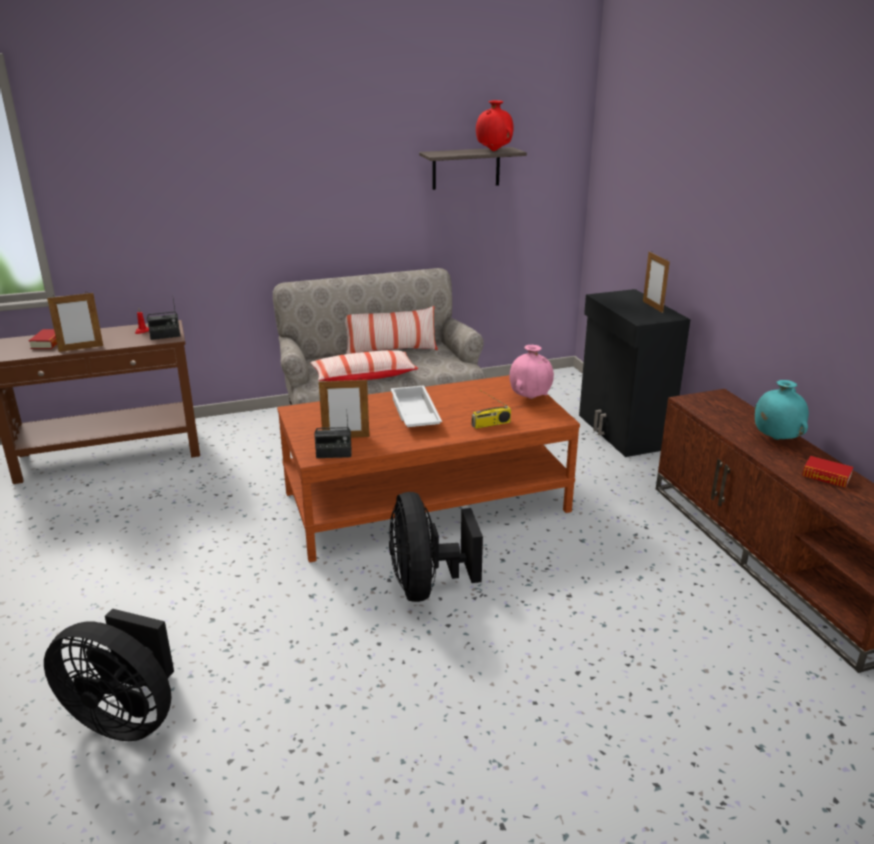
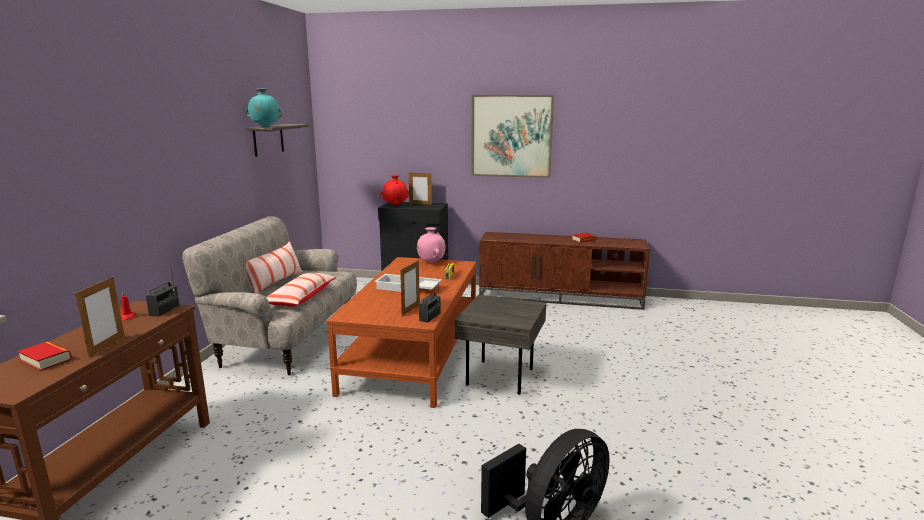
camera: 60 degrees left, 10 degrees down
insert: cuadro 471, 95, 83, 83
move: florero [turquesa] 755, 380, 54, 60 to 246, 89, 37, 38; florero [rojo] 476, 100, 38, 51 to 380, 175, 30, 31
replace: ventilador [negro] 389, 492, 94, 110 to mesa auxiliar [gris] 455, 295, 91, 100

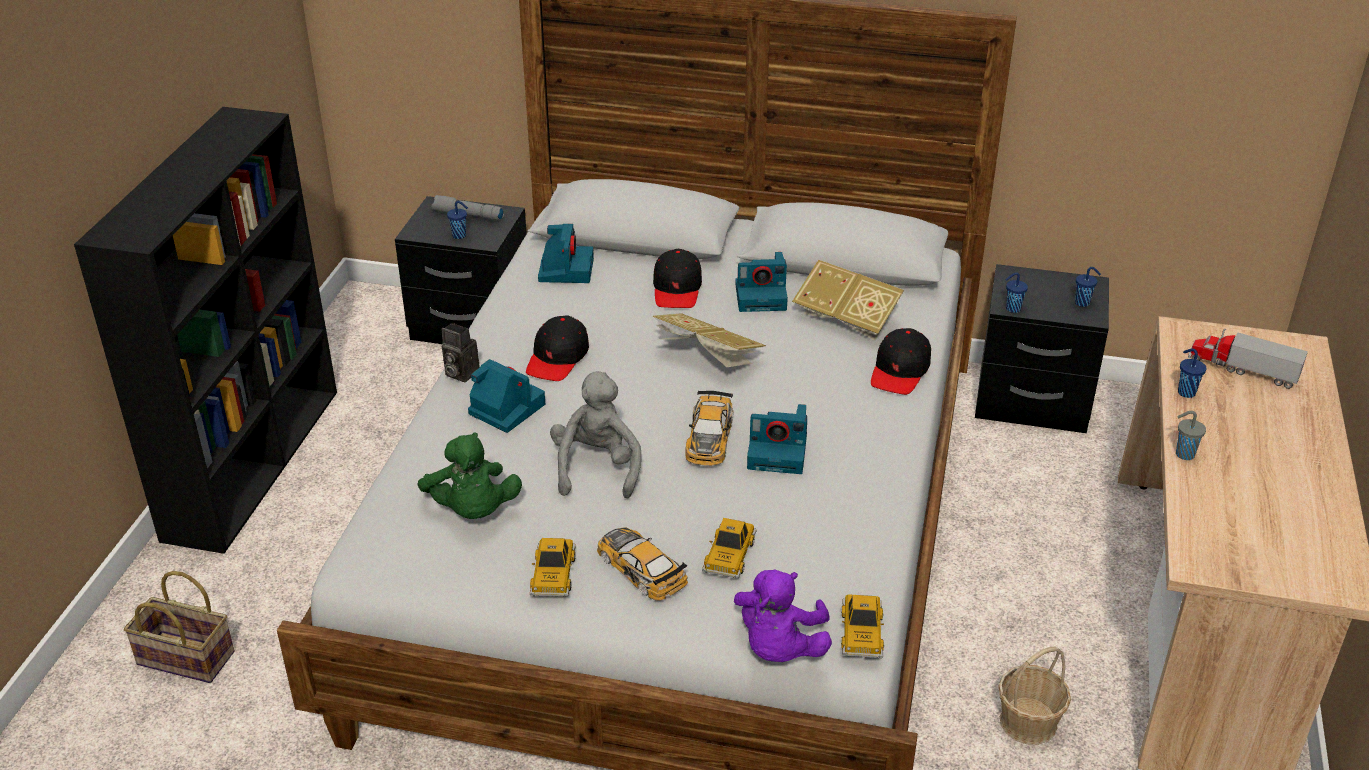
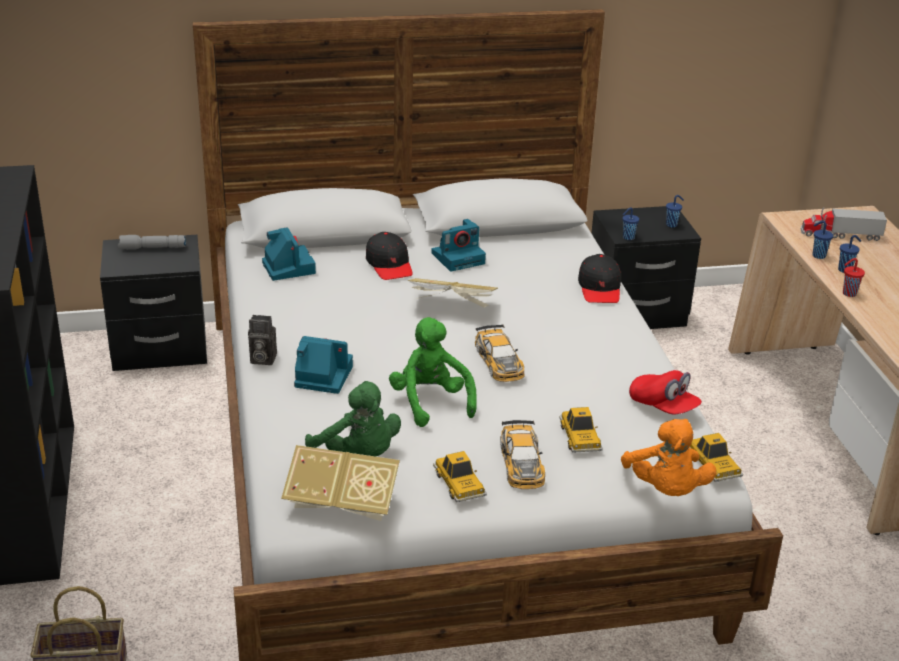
camera: 25 degrees left, 5 degrees down
delete: gorra [negro] 526, 316, 63, 65; cámara 747, 404, 60, 70; cesta 998, 647, 73, 98
insert: gorra [rojo] 629, 370, 73, 44
move: libro 792, 260, 112, 81 to 281, 445, 119, 76; taza [azul] 447, 201, 21, 38 to 838, 235, 23, 38
recolor: peluche [gris] 550, 371, 91, 127 to peluche [verde] 389, 317, 88, 110; peluche [morado] 734, 569, 98, 93 to peluche [naranja] 621, 419, 95, 77; taza [gris] 1176, 411, 30, 49 to taza [rojo] 843, 258, 22, 39
rotate: coche de juguete 597, 527, 91, 74 = 500, 420, 45, 69 120 degrees counterclockwise

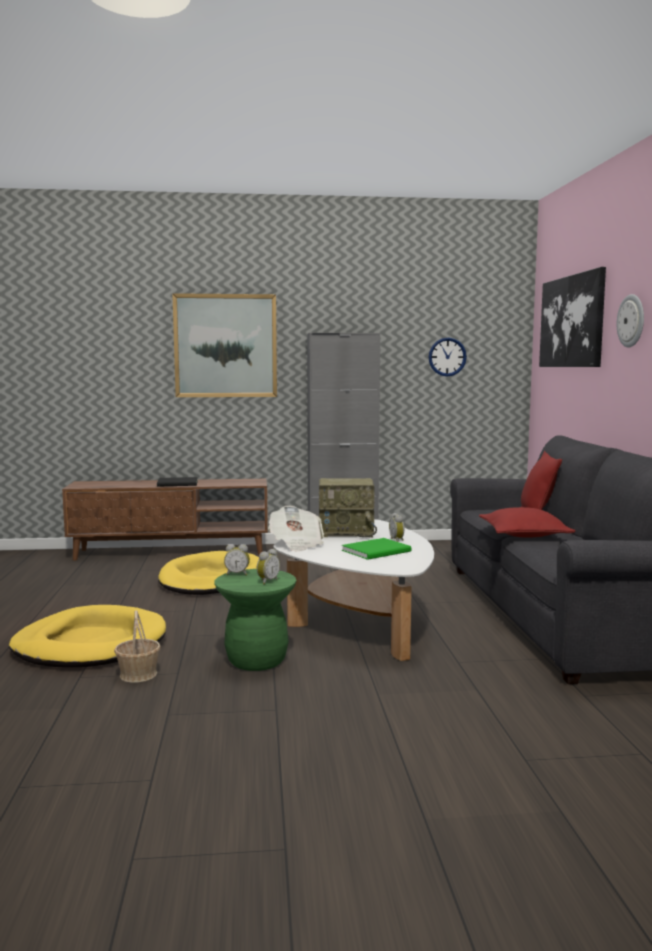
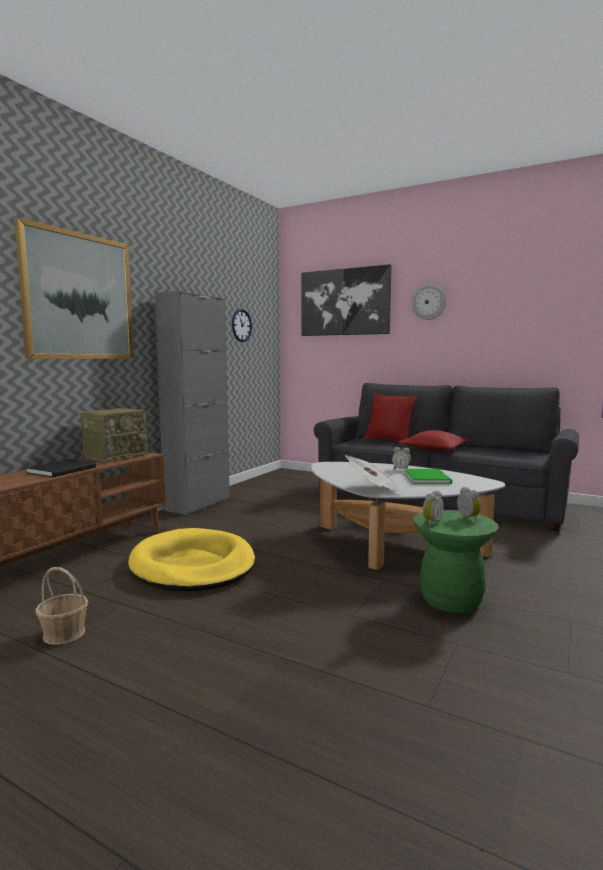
camera: 55 degrees left, 0 degrees up
delete: cama para perro [amarillo] 9, 605, 157, 63
move: cesta 114, 610, 47, 73 to 35, 567, 53, 78; radio 319, 478, 58, 59 to 81, 408, 70, 55

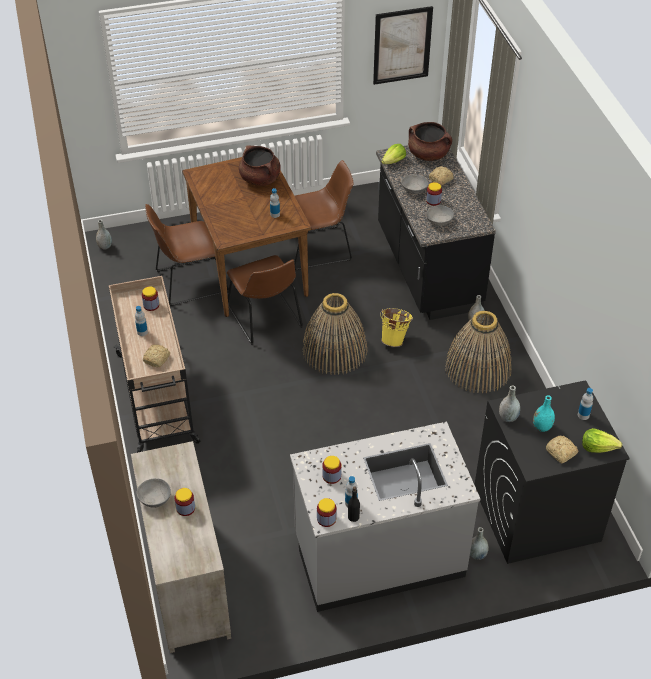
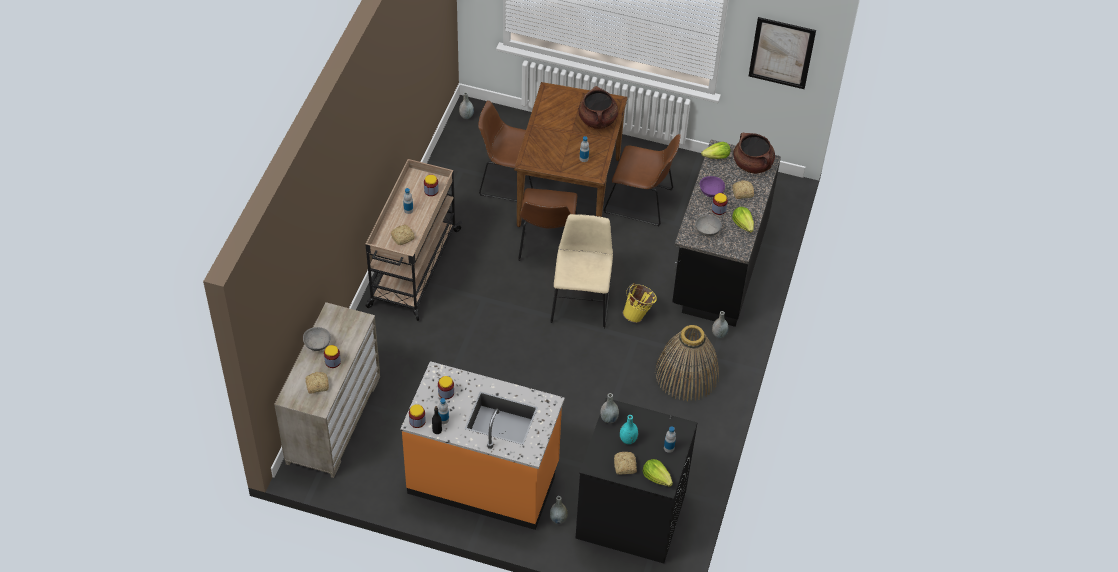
camera: 30 degrees right, 5 degrees up
insert: pan 305, 372, 24, 22; lechuga 732, 207, 22, 26
replace: cesta 303, 293, 64, 82 to silla [beis] 550, 214, 63, 114
recolor: mueble bajo de cocina [gris] 290, 421, 190, 191 to mueble bajo de cocina [naranja] 400, 361, 165, 169; cuenco [gris] 401, 174, 27, 20 to cuenco [morado] 700, 176, 25, 21

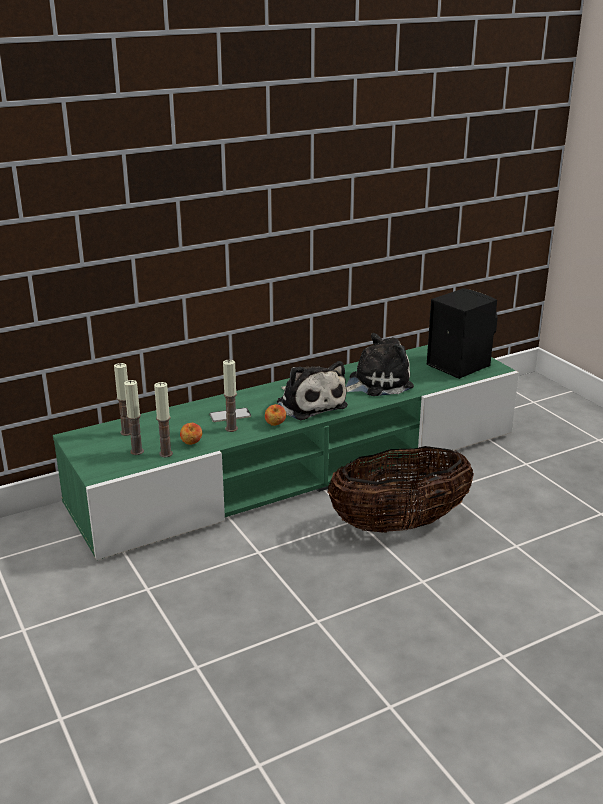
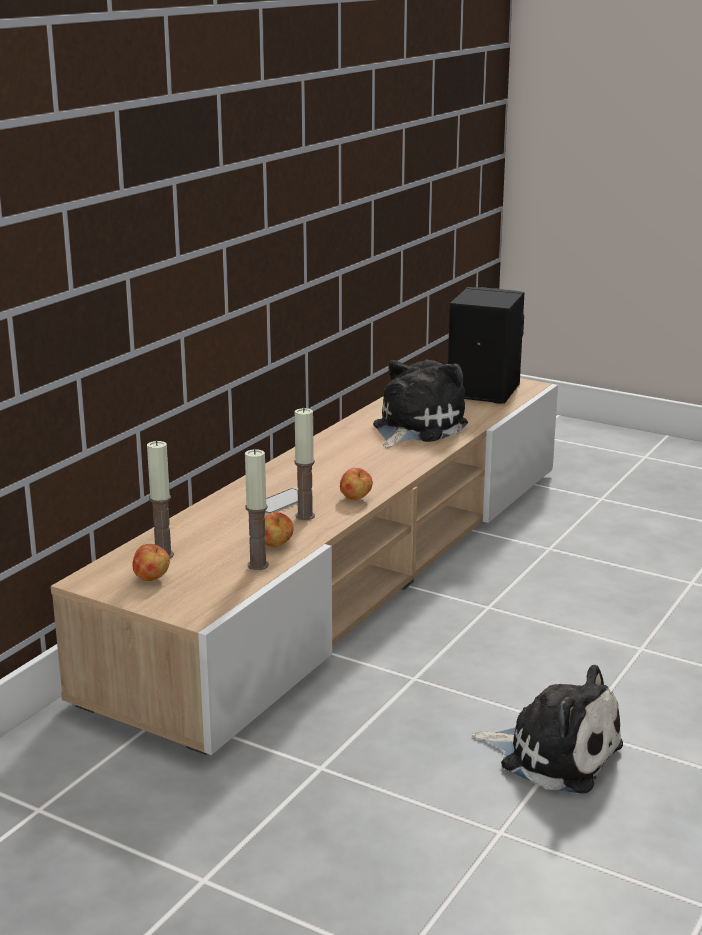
camera: 30 degrees left, 5 degrees down
delete: vela 124, 380, 20, 75; cesta 327, 446, 147, 87
insert: manzana 132, 544, 38, 37
move: peluche 277, 361, 71, 59 to 472, 665, 151, 128
recolor: mueble de televisión [verde] 53, 345, 466, 215 to mueble de televisión [beis] 51, 378, 507, 377

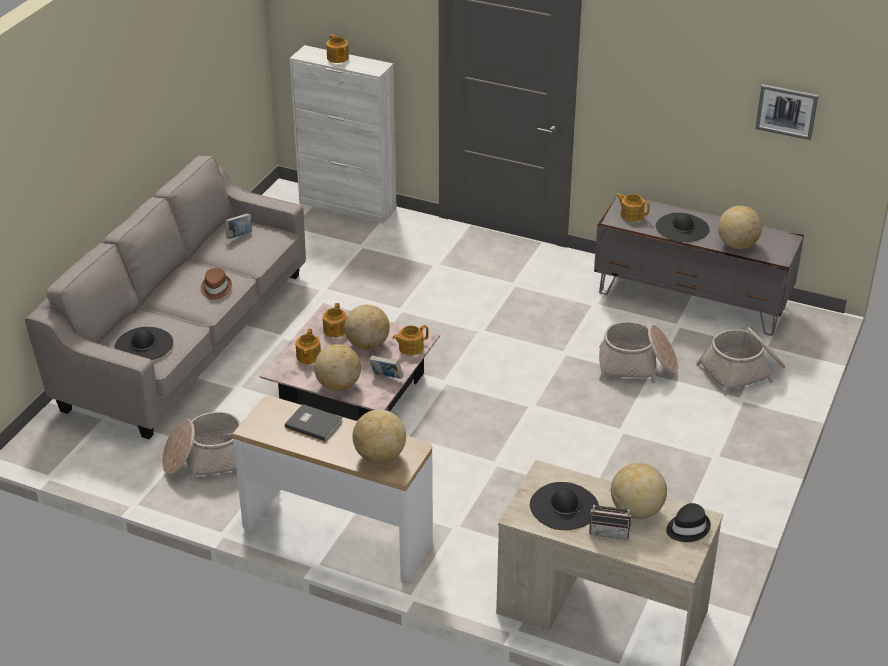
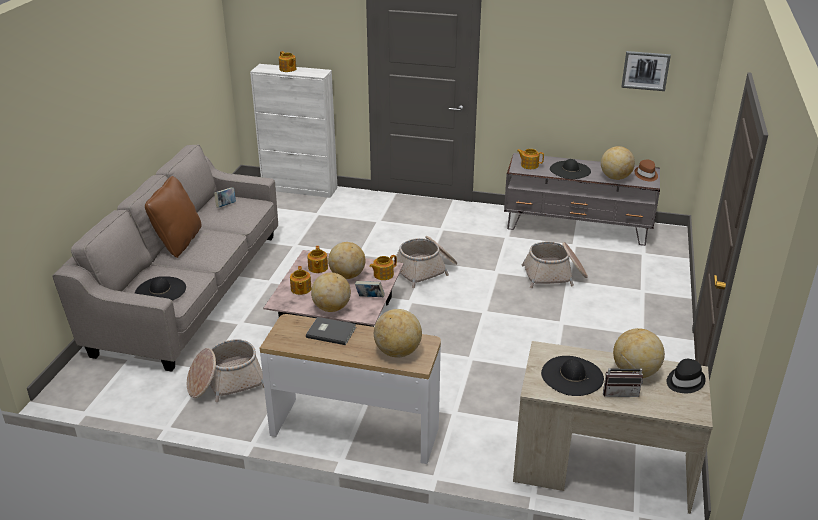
camera: 10 degrees left, 5 degrees down
insert: cojín [marrón] 145, 176, 57, 82
move: cesta 696, 327, 89, 69 to 393, 236, 64, 52; sombrero [marrón] 201, 268, 31, 32 to 635, 160, 23, 22

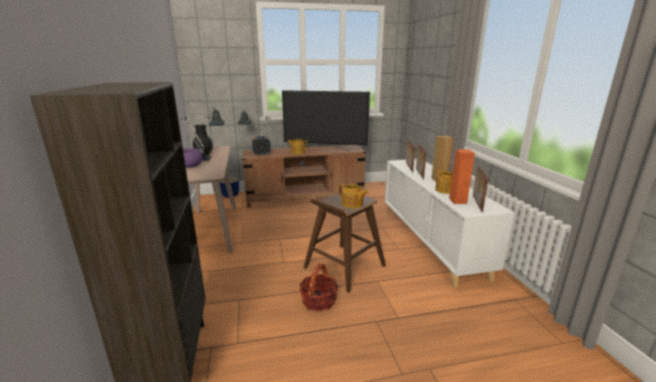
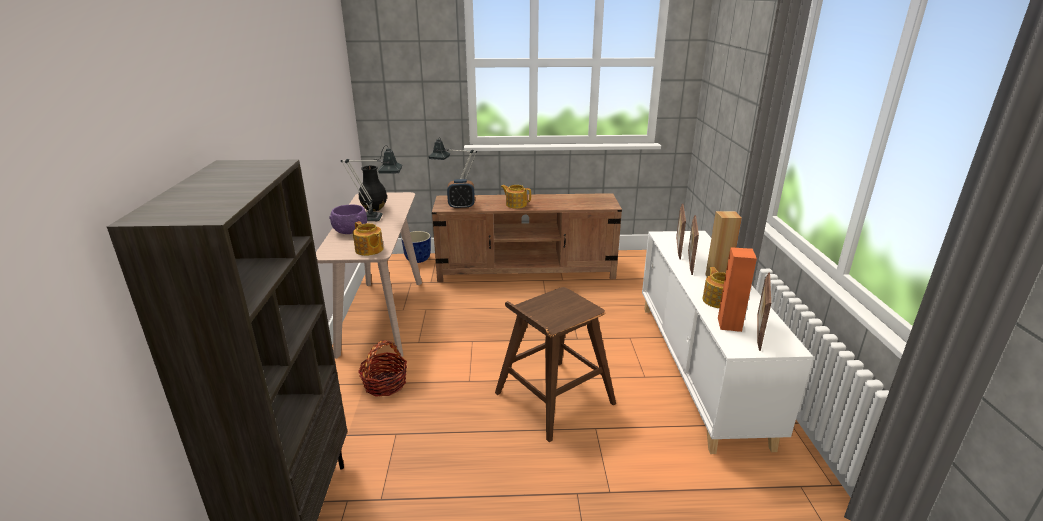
camera: 10 degrees right, 5 degrees up
delete: televisor 282, 90, 88, 61
move: tetera 339, 183, 30, 26 to 353, 221, 31, 35; cesta 299, 264, 40, 47 to 358, 340, 49, 57

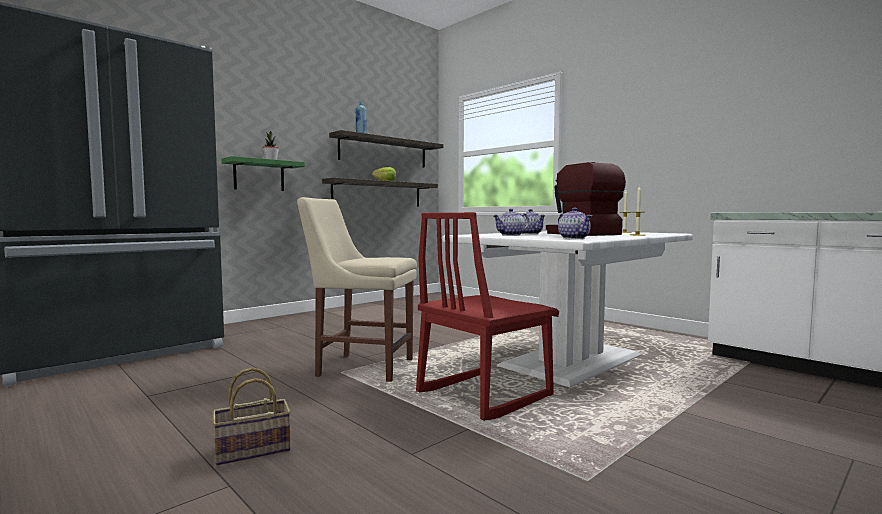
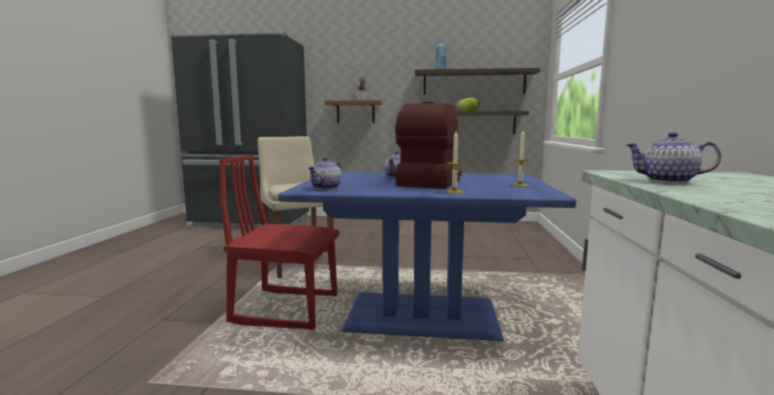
camera: 50 degrees right, 5 degrees up
delete: cesta 212, 368, 79, 97
move: tetera 493, 209, 36, 27 to 626, 132, 95, 51
recolor: mesa de comedor [blanco] 442, 231, 251, 156 to mesa de comedor [azul] 278, 172, 298, 169; estante [verde] 221, 156, 84, 35 to estante [marrón] 324, 100, 58, 23

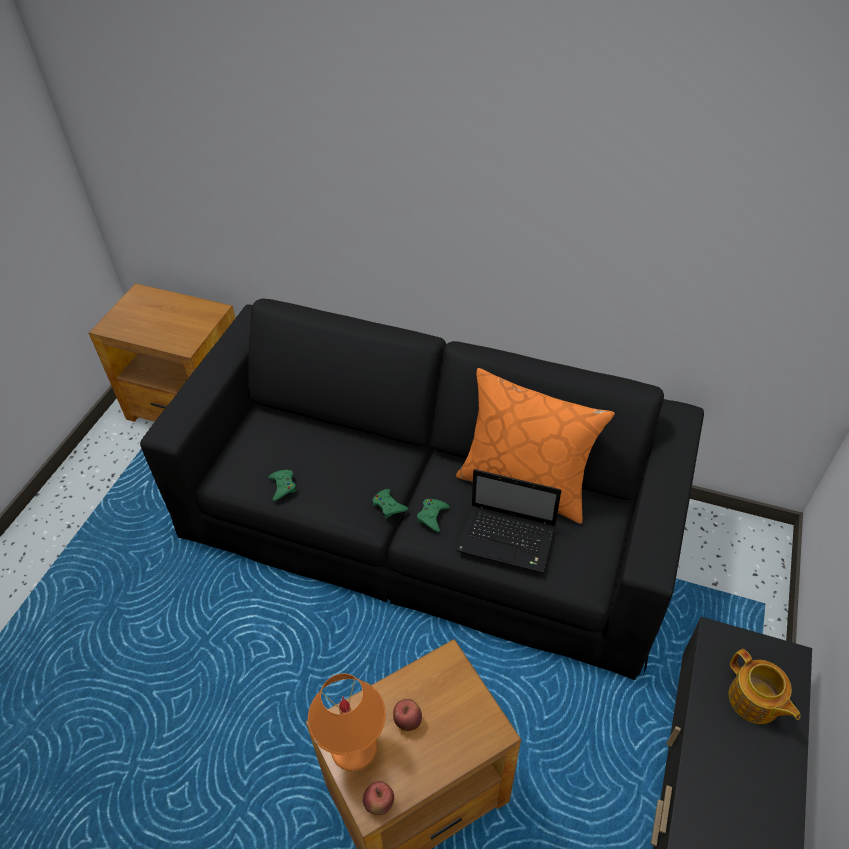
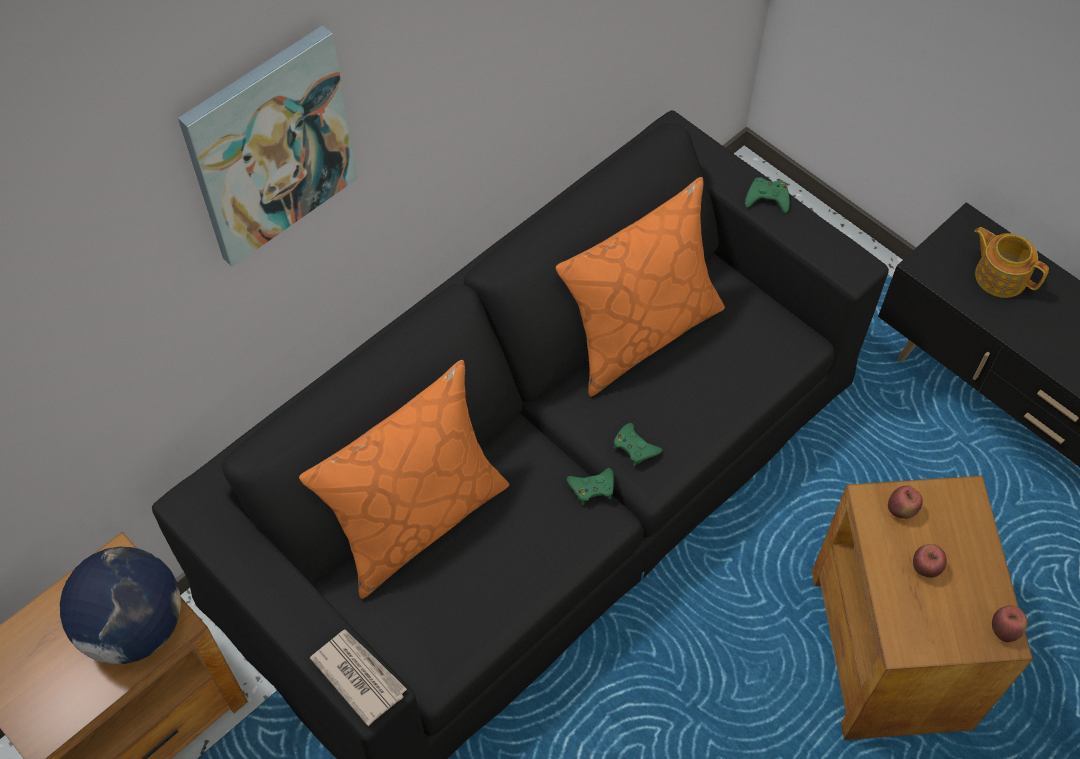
camera: 65 degrees left, 10 degrees up
delete: lámpara de mesa [naranja] 308, 673, 78, 98; portátil 456, 469, 106, 104
insert: globo terráqueo 60, 547, 121, 117; cuadro 178, 25, 180, 242; cojín [naranja] 299, 360, 210, 239; periódico 310, 629, 97, 97; manzana 888, 486, 35, 33
move: mando de consola [verde] 268, 470, 28, 31 to 745, 177, 45, 36
rotate: tetera 729, 649, 71, 75 = 974, 227, 75, 71 135 degrees counterclockwise

